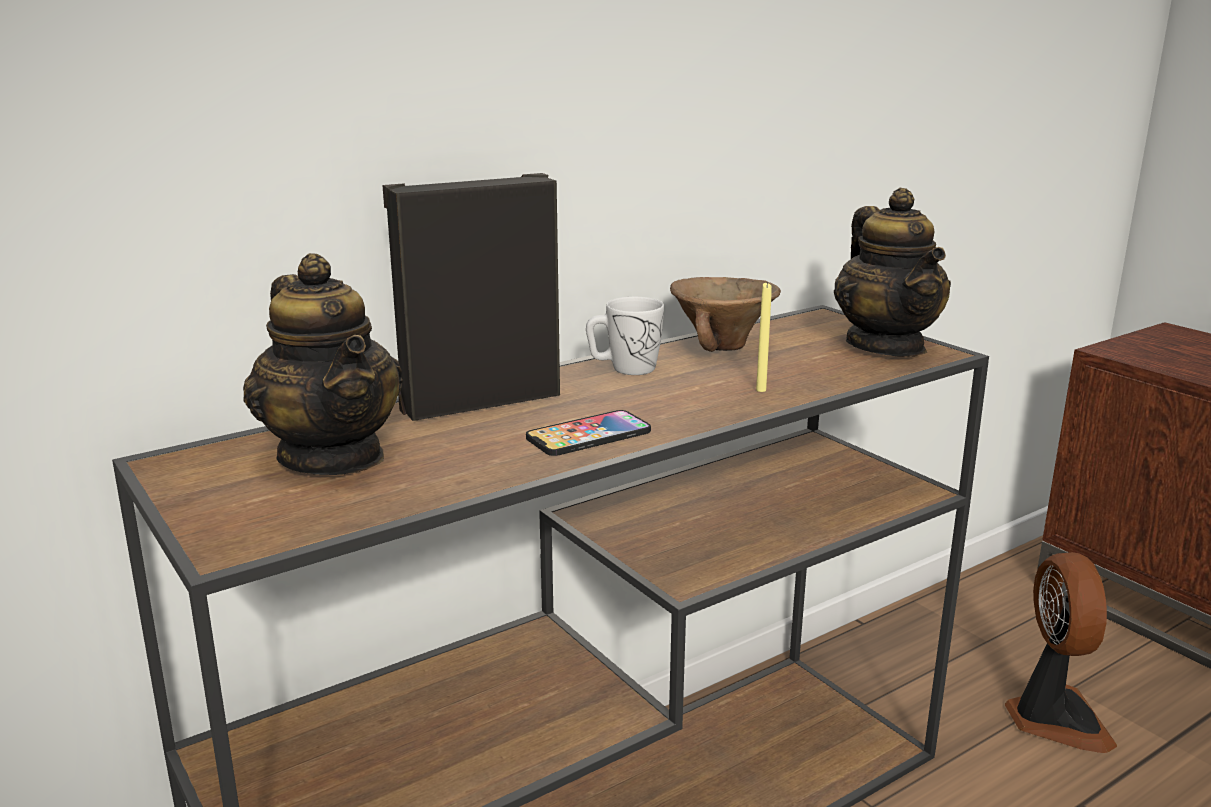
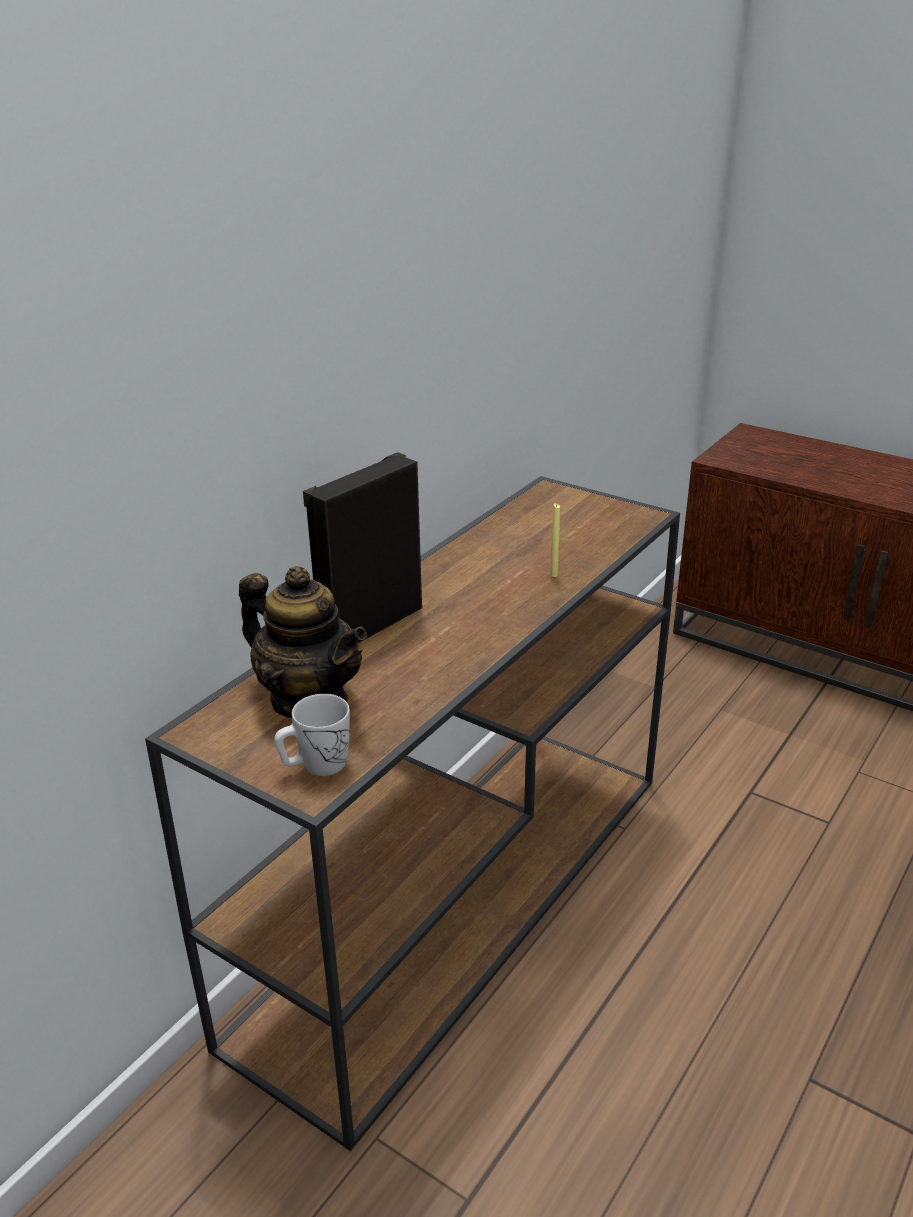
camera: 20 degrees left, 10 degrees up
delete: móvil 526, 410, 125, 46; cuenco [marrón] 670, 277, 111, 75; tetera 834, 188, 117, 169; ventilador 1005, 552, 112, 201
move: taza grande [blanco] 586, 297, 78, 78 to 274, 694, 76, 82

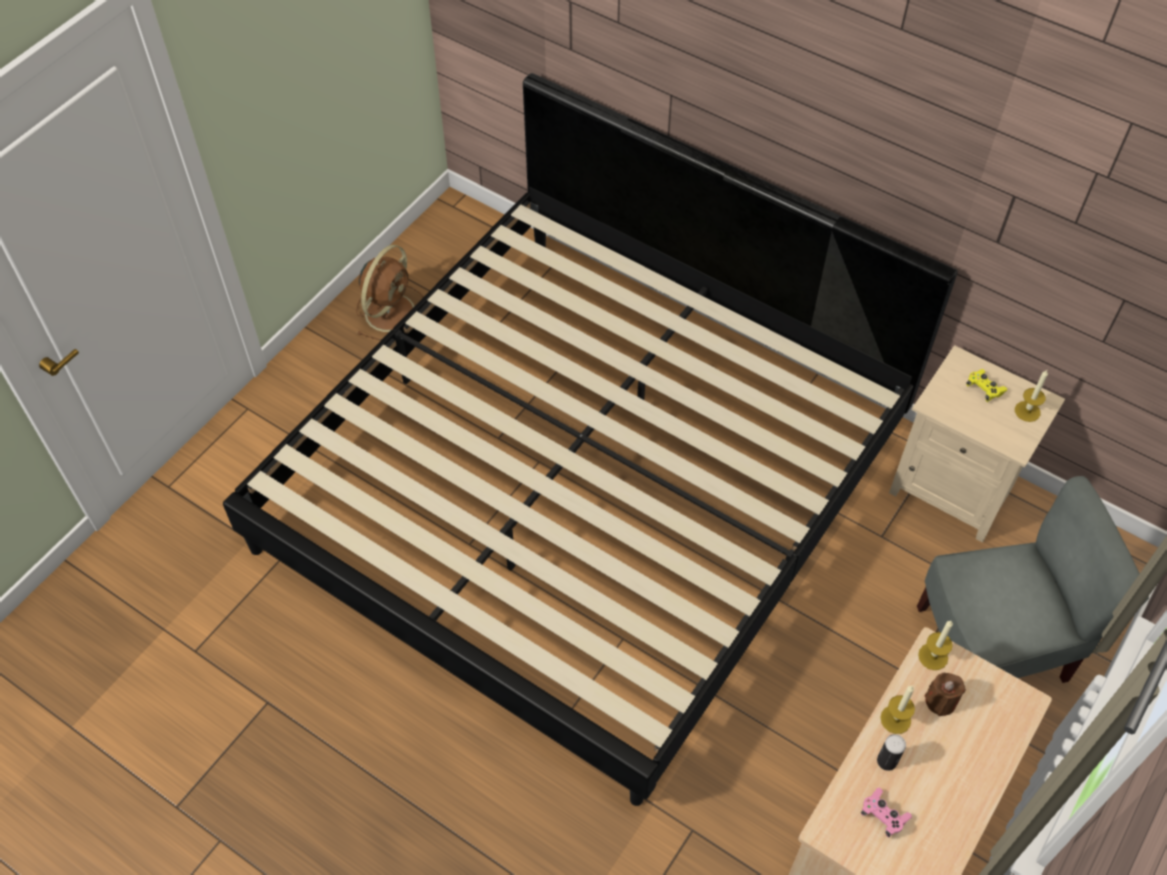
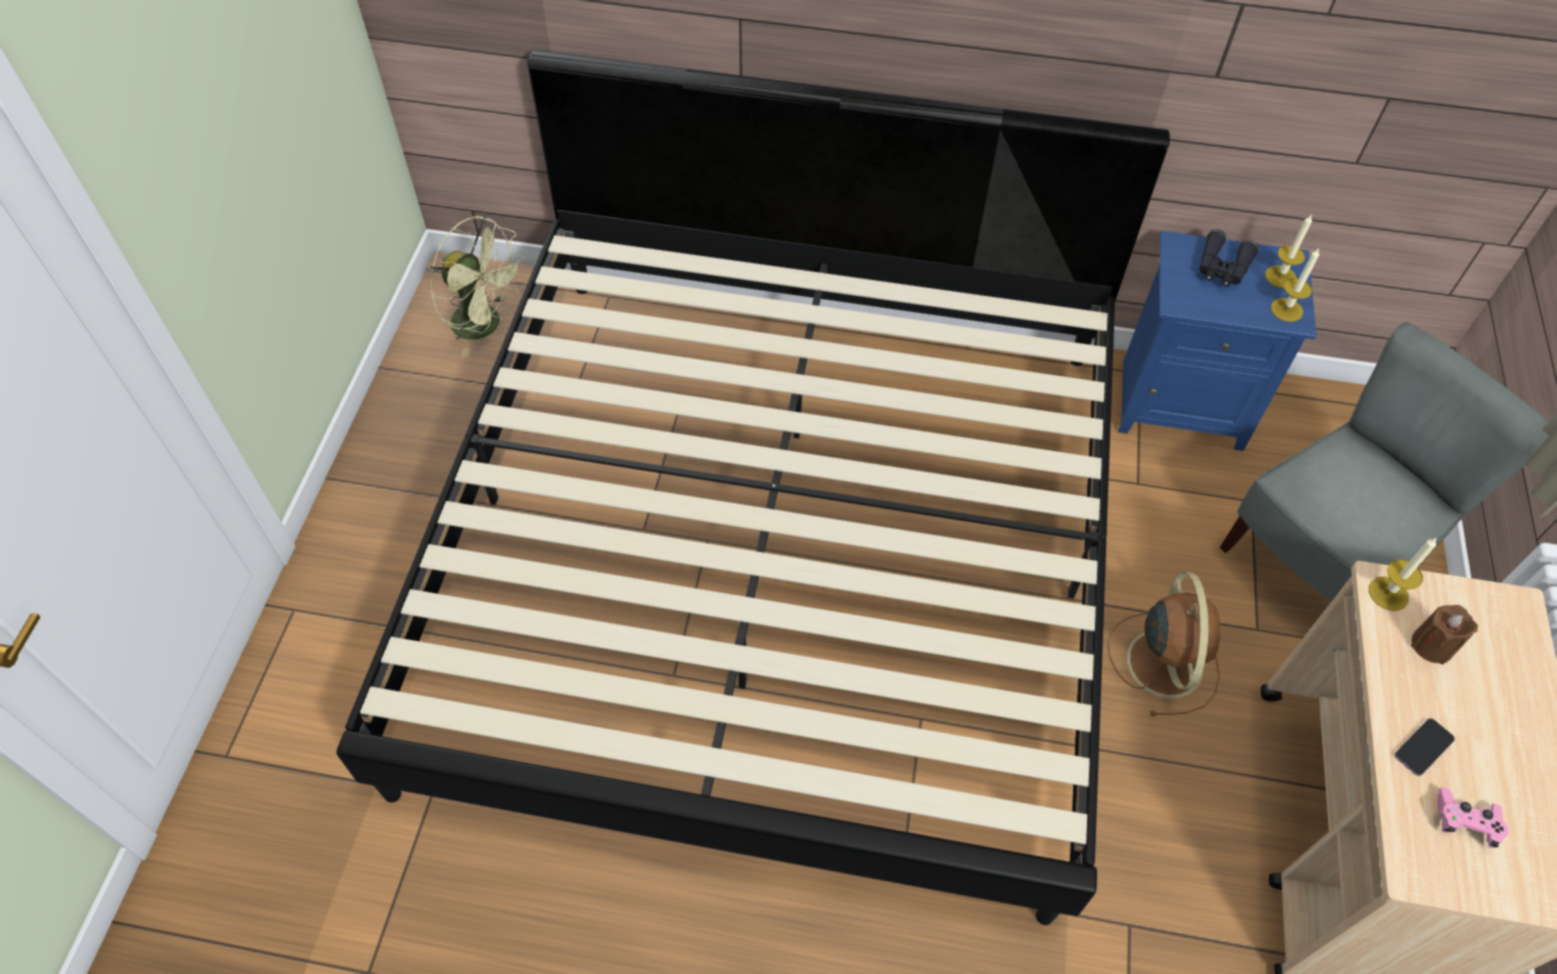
camera: 25 degrees left, 0 degrees up
insert: ventilador [verde] 430, 216, 96, 141
move: ventilador [marrón] 356, 245, 67, 95 to 1107, 572, 114, 144; vela 880, 686, 35, 48 to 1271, 248, 48, 74
replace: mando de consola [amarillo] 966, 369, 41, 33 to prismáticos [negro] 1199, 229, 60, 58; lata 877, 734, 29, 37 to móvil 1394, 718, 61, 58
recolor: mesita de noche [beis] 889, 345, 176, 198 to mesita de noche [azul] 1118, 231, 198, 220

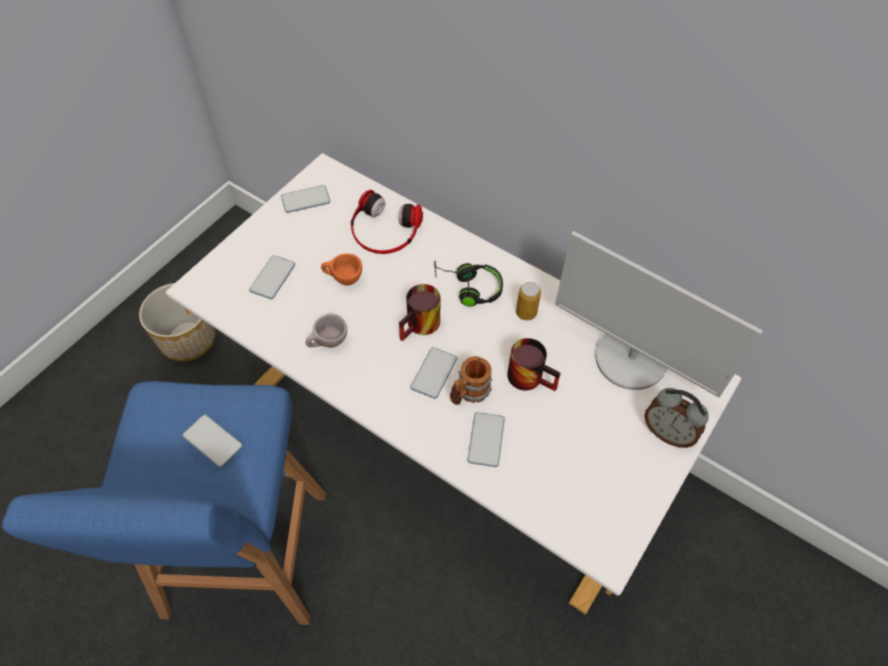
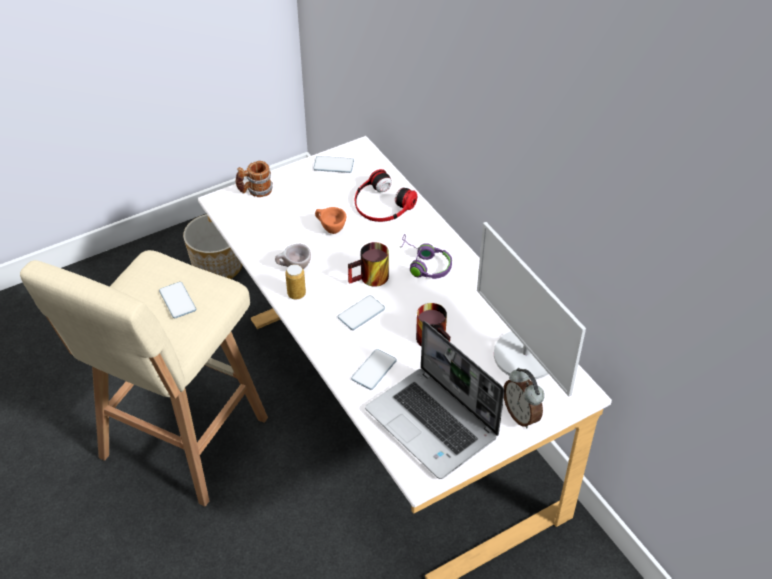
camera: 25 degrees right, 10 degrees down
delete: móvil 249, 255, 46, 44
insert: portátil 365, 321, 140, 158
move: taza grande 450, 356, 42, 49 to 236, 161, 37, 36; lata 516, 282, 25, 38 to 285, 264, 21, 35
recolor: taburete [azul] 2, 381, 324, 244 to taburete [beis] 20, 250, 248, 256; auriculares [negro] 435, 261, 68, 46 to auriculares [morado] 400, 234, 52, 45

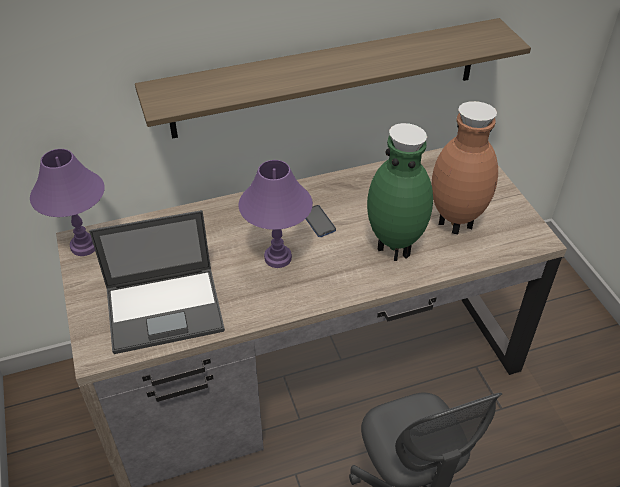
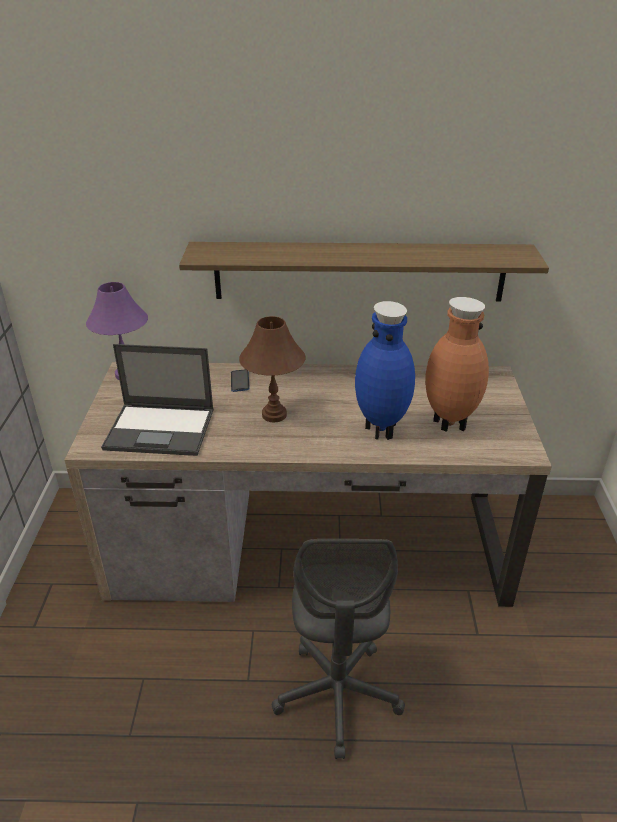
camera: 20 degrees right, 10 degrees down
move: móvil 306, 205, 30, 32 to 231, 369, 19, 23
recolor: lámpara de mesa [morado] 239, 160, 74, 108 to lámpara de mesa [marrón] 239, 316, 67, 106; florero [verde] 367, 123, 66, 138 to florero [azul] 355, 301, 60, 139

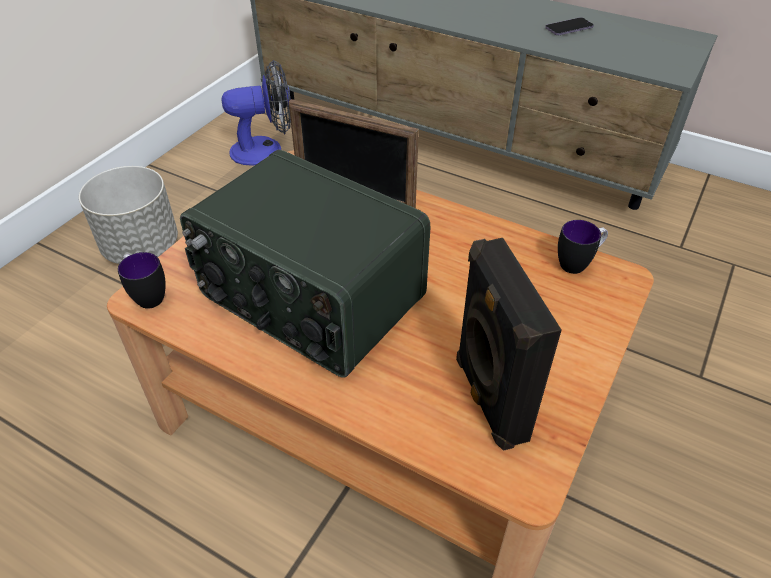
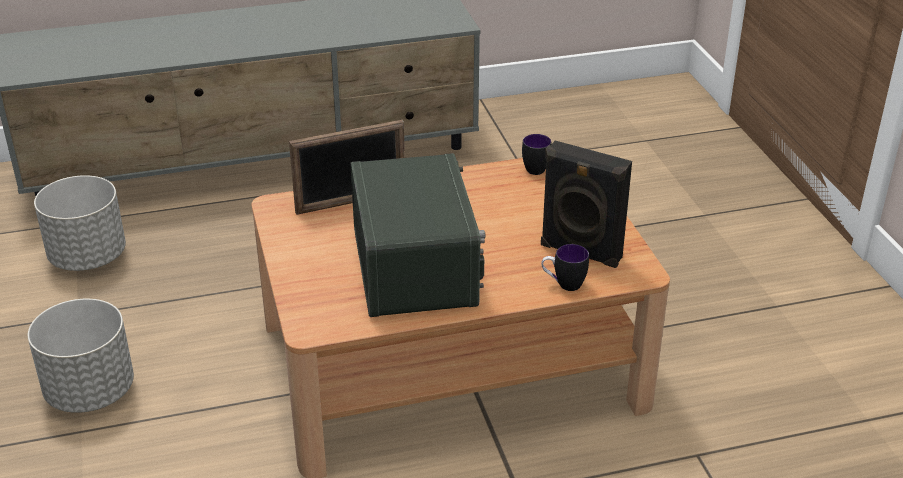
camera: 45 degrees left, 10 degrees down
delete: móvil 545, 17, 49, 18
move: taza grande 118, 252, 48, 57 to 541, 244, 48, 47
replace: ventilador 221, 60, 70, 106 to maceta [gris] 34, 175, 92, 96
rotate: radio 180, 150, 251, 228 = 351, 153, 135, 164 90 degrees counterclockwise

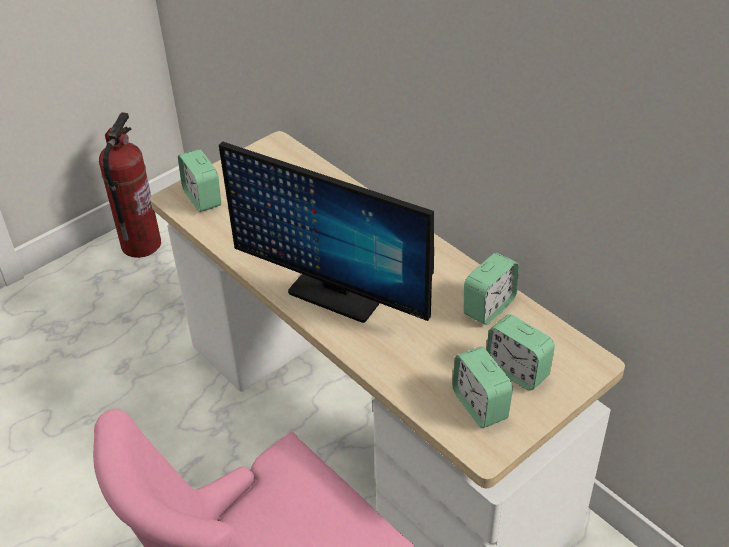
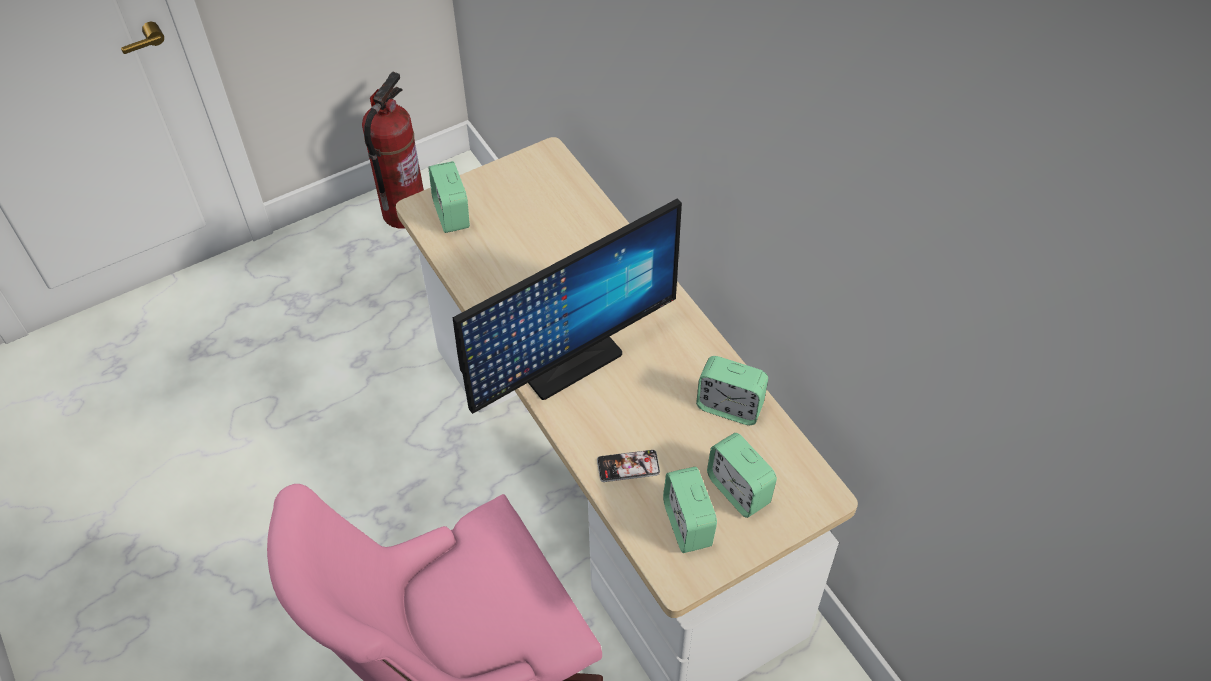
camera: 10 degrees right, 10 degrees up
insert: móvil 597, 450, 63, 32
rotate: monitor 219, 141, 215, 182 = 453, 198, 229, 216 75 degrees counterclockwise; despertador 464, 253, 55, 72 = 696, 356, 72, 69 60 degrees clockwise

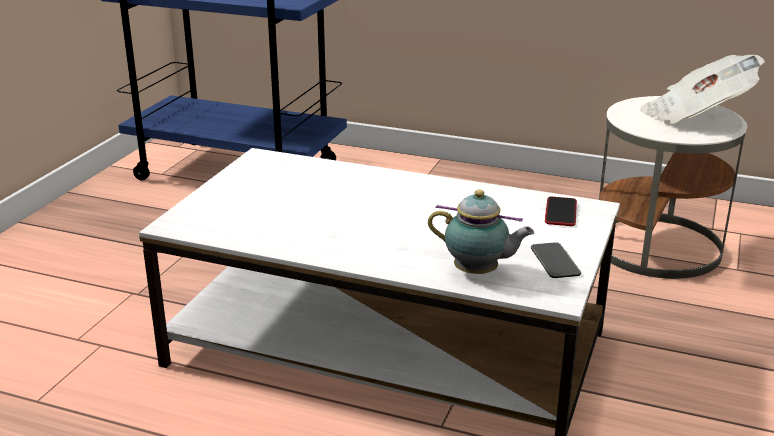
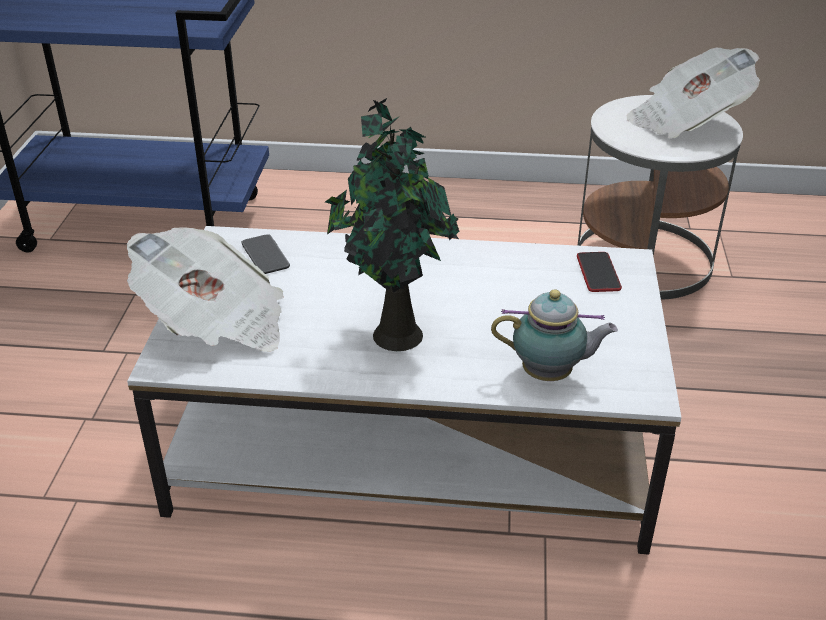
camera: 15 degrees left, 10 degrees up
insert: periódico 127, 227, 157, 125; planta en maceta 325, 98, 134, 253
move: móvil 531, 242, 50, 36 to 242, 234, 48, 40

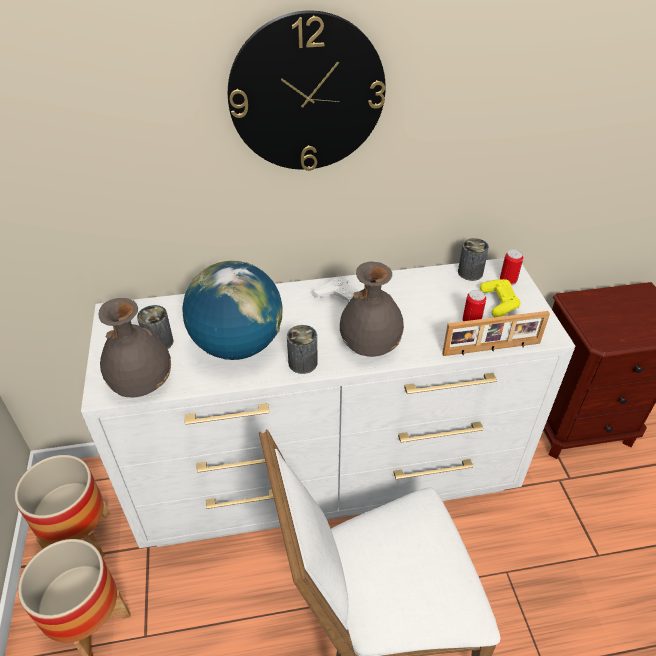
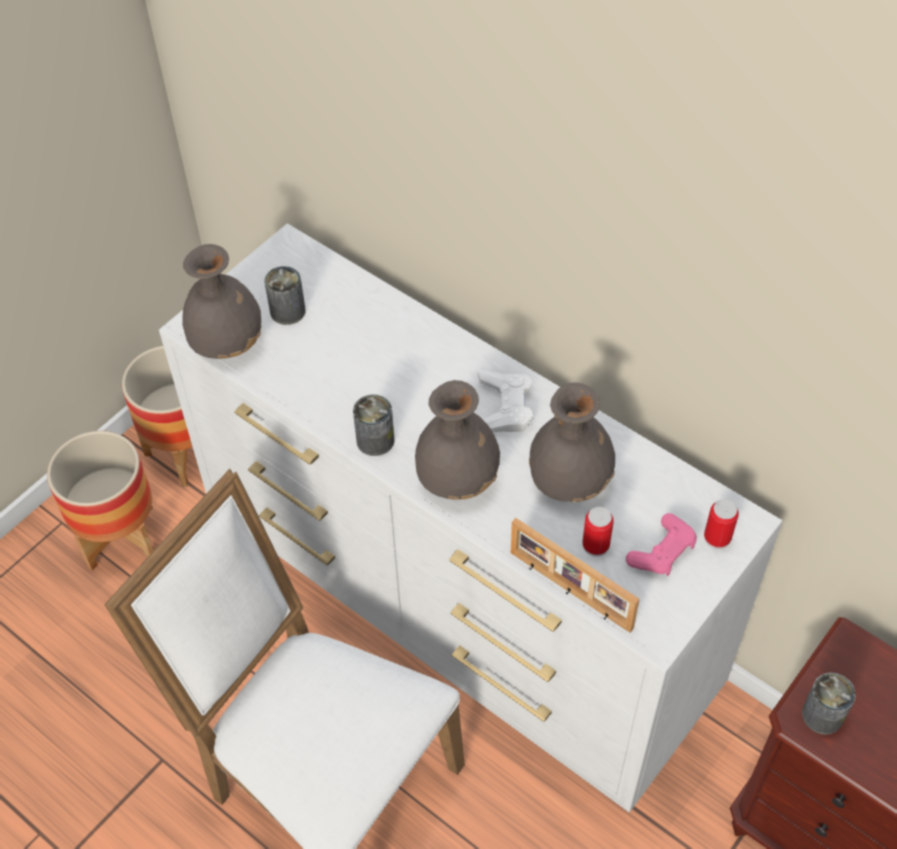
camera: 50 degrees right, 10 degrees up
delete: globo terráqueo 182, 261, 100, 99; reloj de pared 228, 10, 158, 161
insert: florero [gris] 529, 382, 86, 120
move: lata 458, 238, 31, 43 to 802, 673, 54, 61
recolor: mando de consola [amarillo] 480, 279, 41, 38 to mando de consola [rosa] 626, 513, 71, 63

